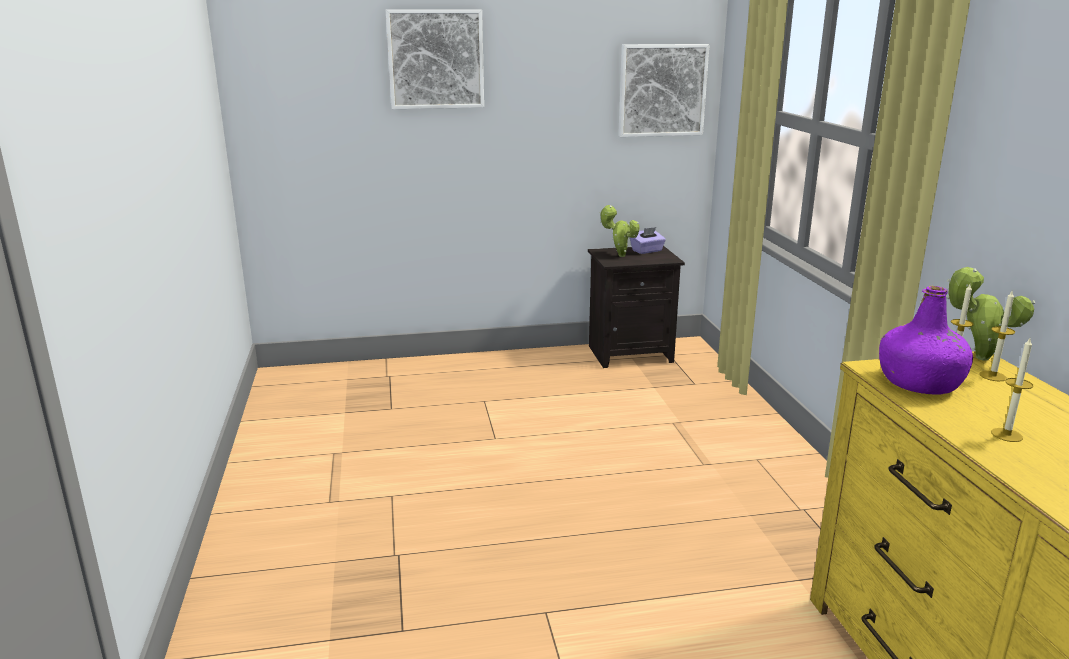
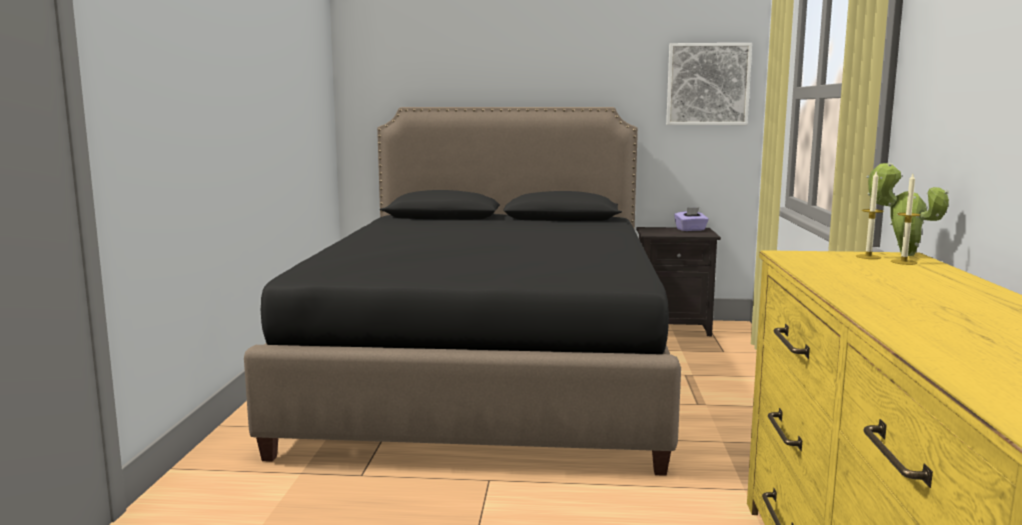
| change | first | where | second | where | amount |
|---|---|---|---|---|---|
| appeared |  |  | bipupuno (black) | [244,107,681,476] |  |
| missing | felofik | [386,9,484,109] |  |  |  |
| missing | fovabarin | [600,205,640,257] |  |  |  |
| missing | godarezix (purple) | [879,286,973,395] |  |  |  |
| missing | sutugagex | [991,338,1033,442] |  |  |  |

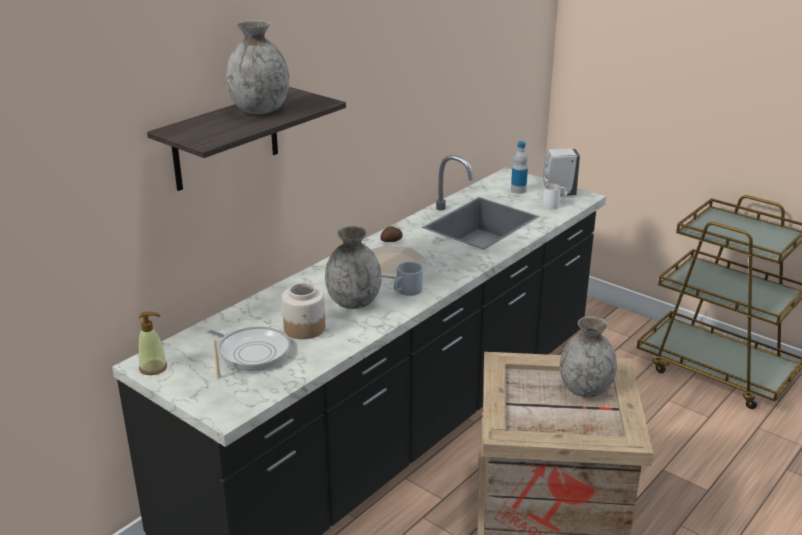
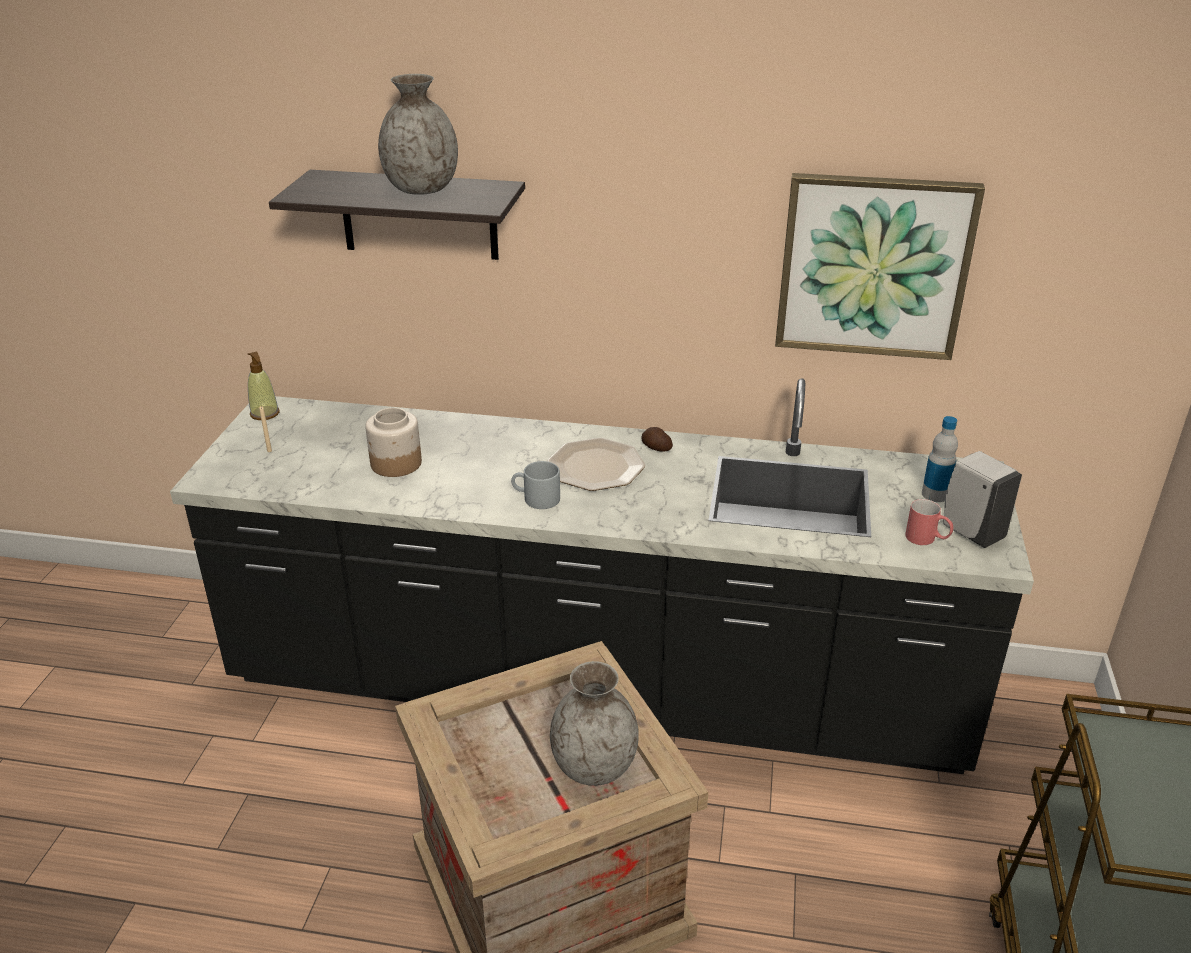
| change | first | where | second | where | amount |
|---|---|---|---|---|---|
| appeared |  |  | felofik | [775,173,985,360] |  |
| colour | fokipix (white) | [542,184,567,209] | fokipix (red) | [905,499,954,545] |  |
| missing | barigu | [197,322,290,371] |  |  |  |
| missing | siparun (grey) | [325,226,382,309] |  |  |  |

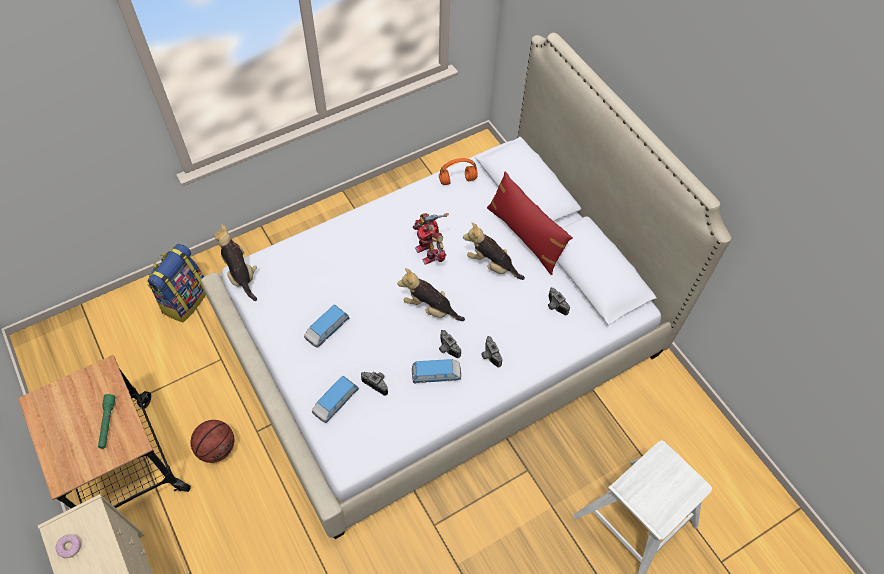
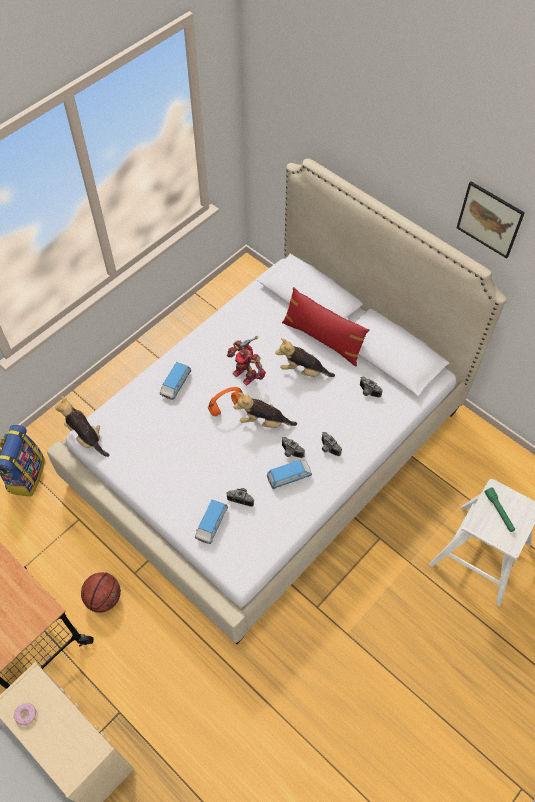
| change | first | where | second | where | amount |
|---|---|---|---|---|---|
| relocated | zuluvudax | [304,304,349,348] |  | [160,362,191,400] |  |
| relocated | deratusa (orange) | [439,158,478,185] |  | [208,387,243,416] |  |
| appeared |  |  | felofik | [457,182,525,259] |  |
| relocated | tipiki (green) | [98,394,115,449] |  | [485,487,515,532] |  |

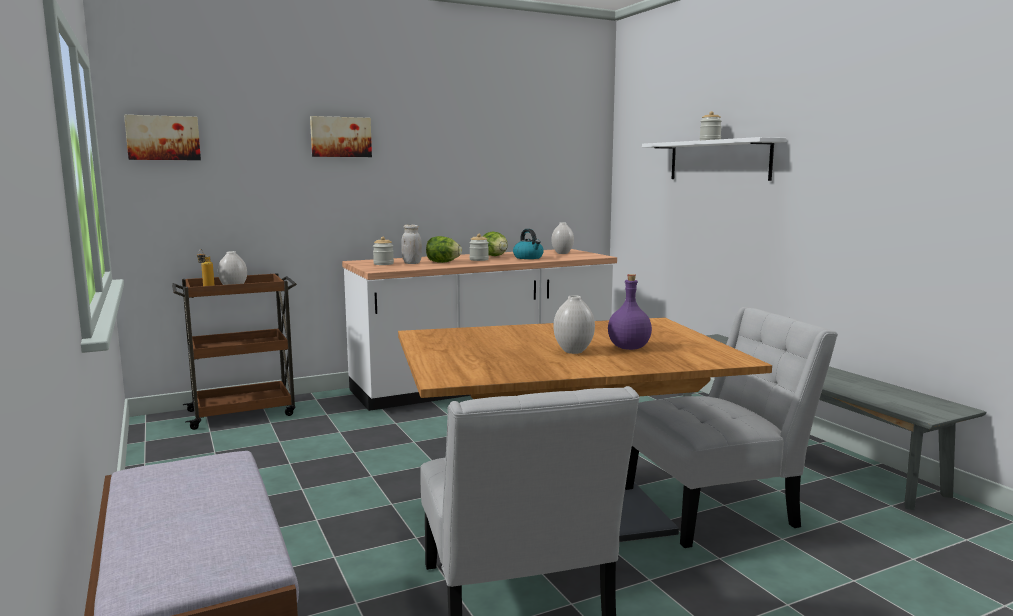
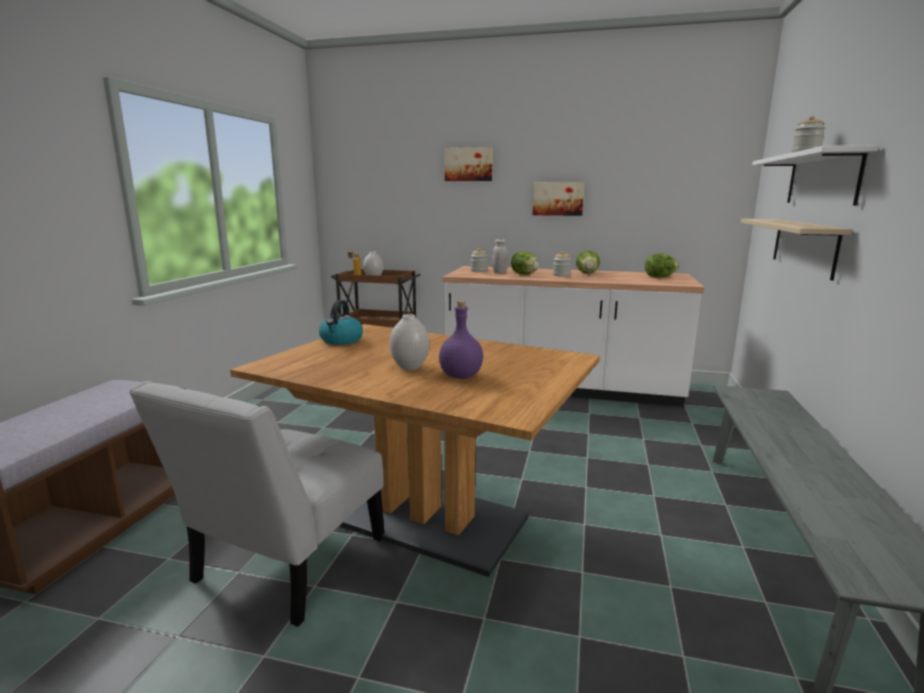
| change | first | where | second | where | amount |
|---|---|---|---|---|---|
| relocated | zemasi | [513,229,544,259] |  | [319,300,363,345] |  |
| relocated | felofik | [124,115,201,160] |  | [533,182,584,216] |  |
| exchanged | siparun (white) | [551,222,574,254] | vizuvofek | [645,254,679,278] |  |
| appeared |  |  | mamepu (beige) | [741,219,852,281] |  |
| missing | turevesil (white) | [625,307,838,548] |  |  |  |

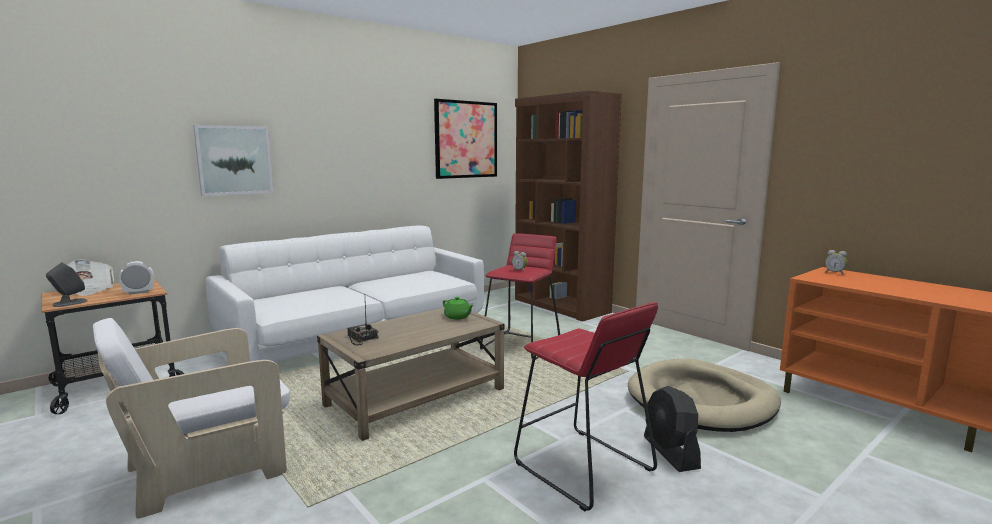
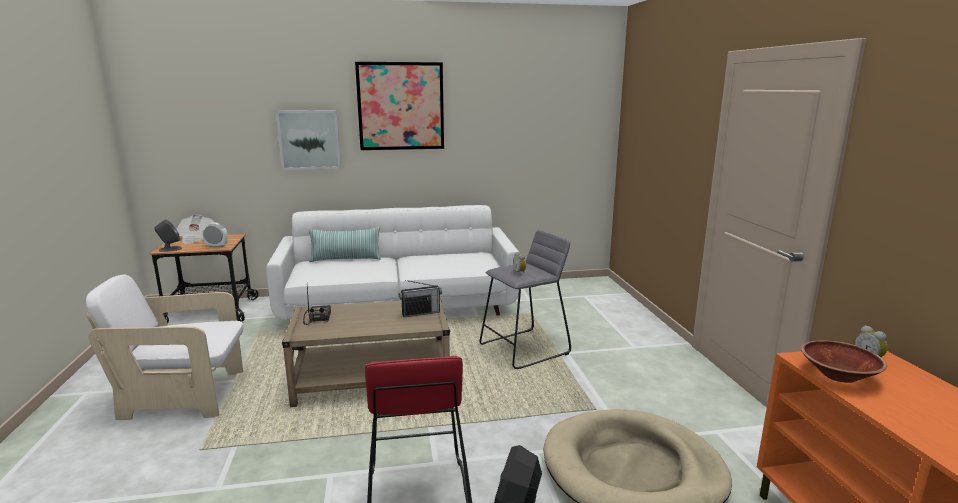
| change | first | where | second | where | amount |
|---|---|---|---|---|---|
| appeared |  |  | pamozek | [308,227,381,262] |  |
| relocated | felofik | [434,99,497,179] |  | [355,62,444,150] |  |
| exchanged | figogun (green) | [443,297,474,320] | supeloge | [399,280,442,317] |  |
| colour | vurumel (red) | [480,233,560,360] | vurumel (grey) | [479,230,571,369] |  |
| appeared |  |  | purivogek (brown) | [801,340,887,383] |  |
| missing | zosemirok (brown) | [515,90,622,322] |  |  |  |

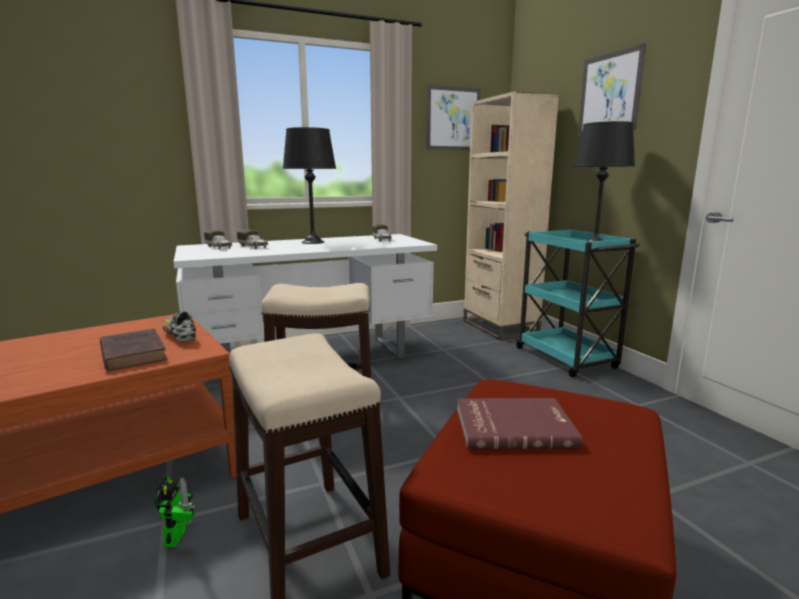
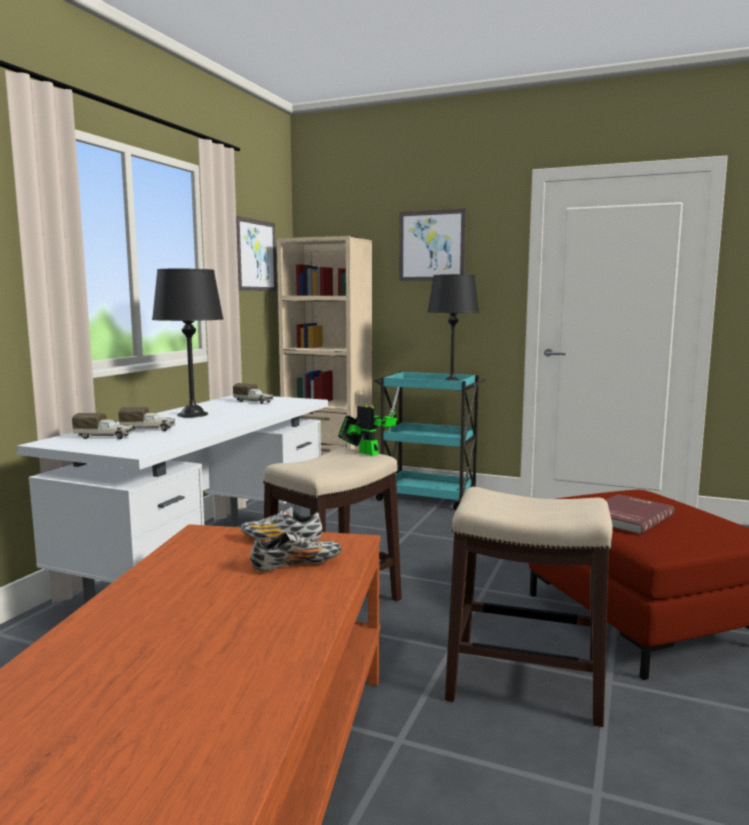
| change | first | where | second | where | amount |
|---|---|---|---|---|---|
| exchanged | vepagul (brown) | [100,329,168,371] | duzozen | [250,532,342,571] |  |
| relocated | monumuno | [154,477,194,547] |  | [338,386,400,456] |  |

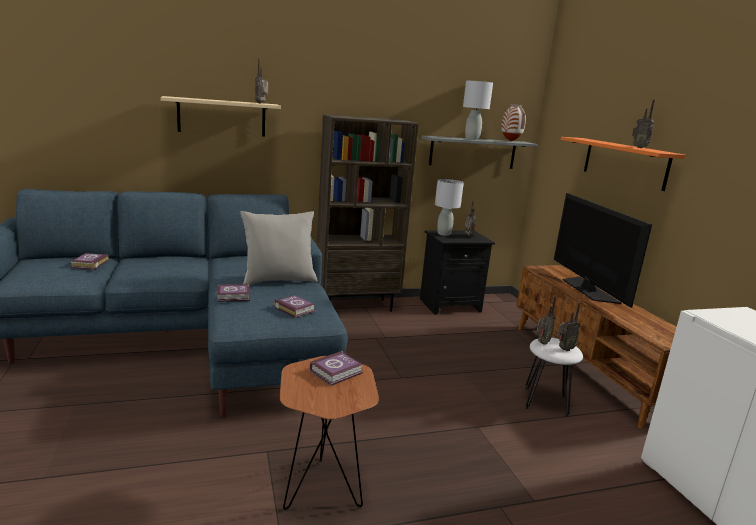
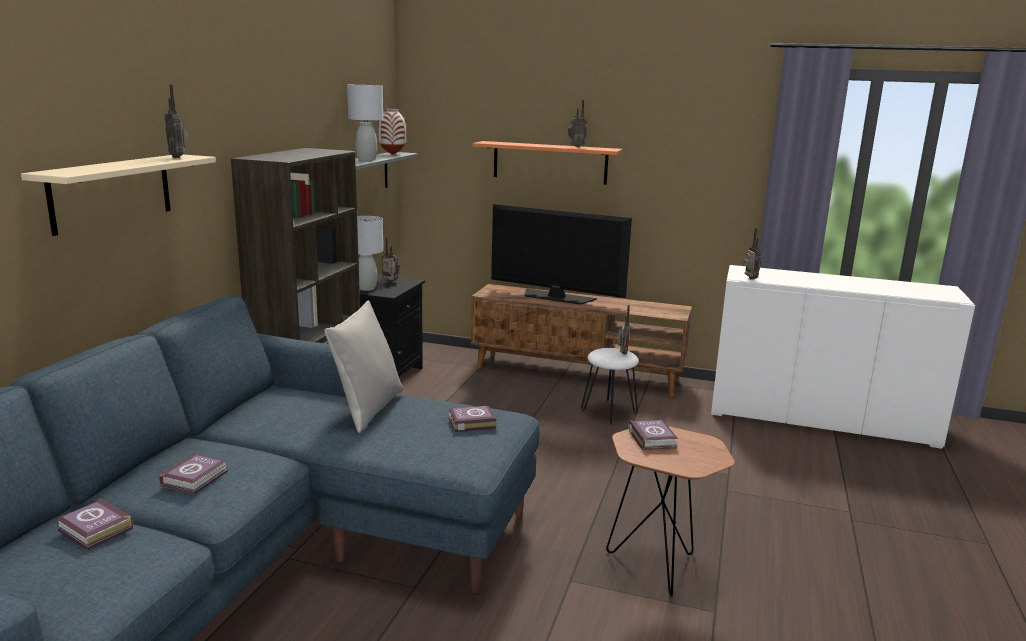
| change | first | where | second | where | amount |
|---|---|---|---|---|---|
| relocated | vepagul | [217,284,250,302] |  | [159,453,228,494] |  |
| relocated | supeloge | [536,296,556,345] |  | [744,228,762,279] |  |

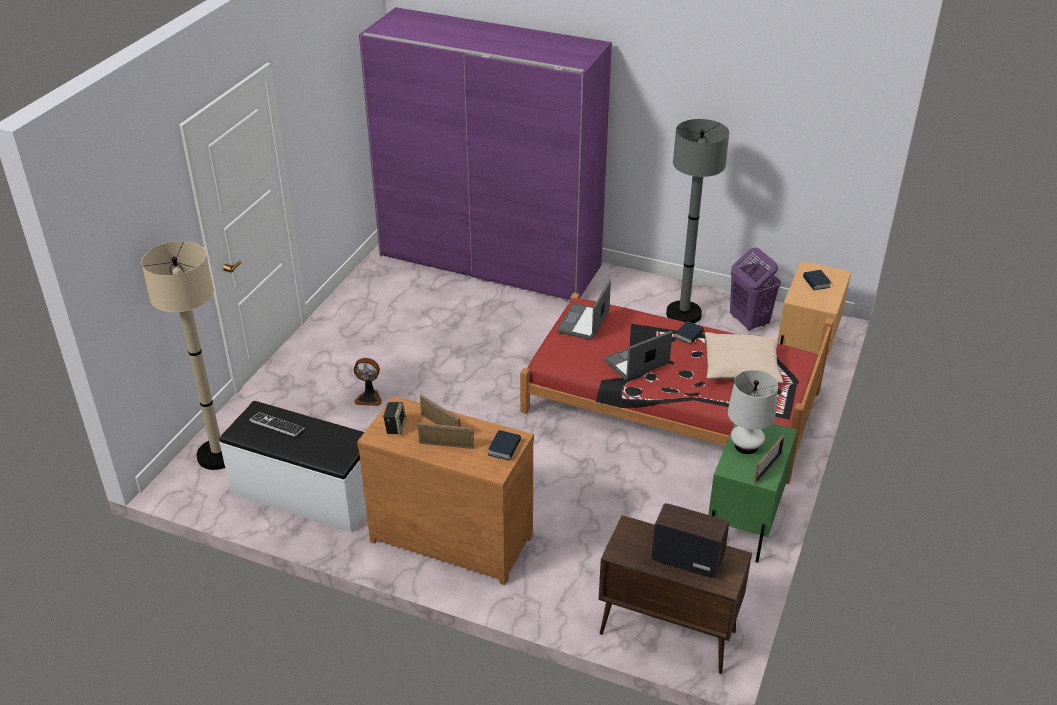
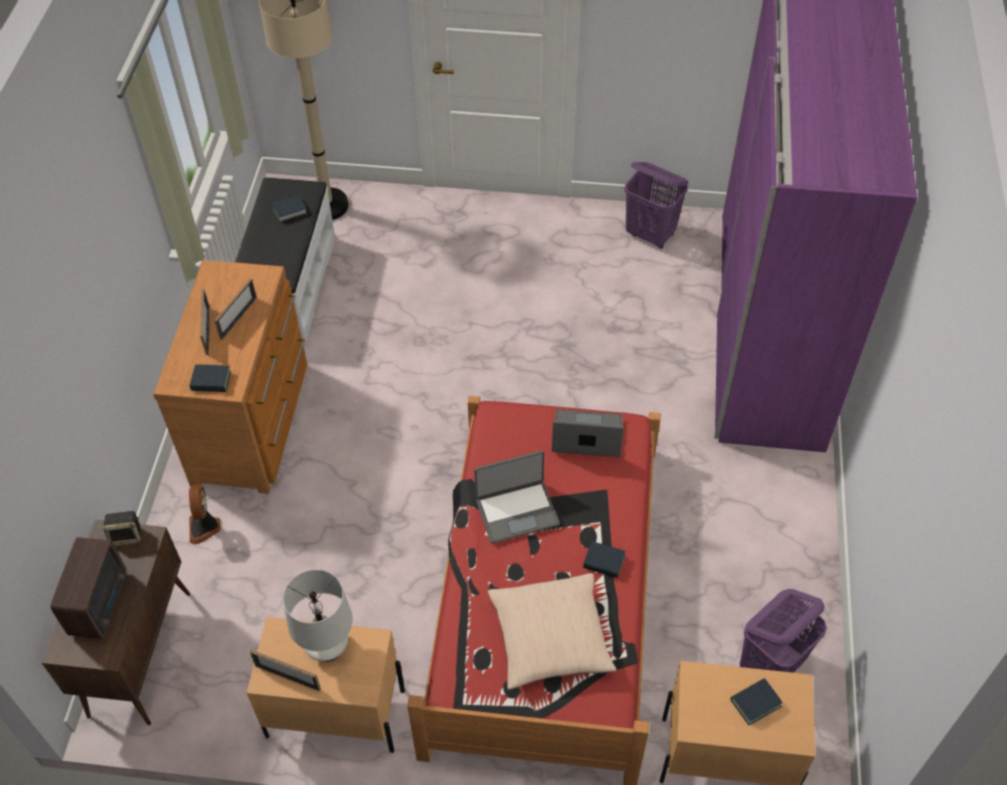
| change | first | where | second | where | amount |
|---|---|---|---|---|---|
| relocated | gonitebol | [383,402,406,435] |  | [103,511,141,546] |  |
| relocated | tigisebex | [354,358,382,406] |  | [189,485,220,544] |  |
| colour | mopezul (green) | [708,424,797,563] | mopezul (beige) | [247,617,405,753] |  |
| exchanged | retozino | [249,412,305,437] | vepagul | [271,195,308,222] |  |
| spun | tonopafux | [604,331,672,380] |  | [474,450,559,543] | 120 degrees clockwise |
| appeared |  |  | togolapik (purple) | [624,162,688,249] |  |
| missing | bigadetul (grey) | [666,119,729,323] |  |  |  |

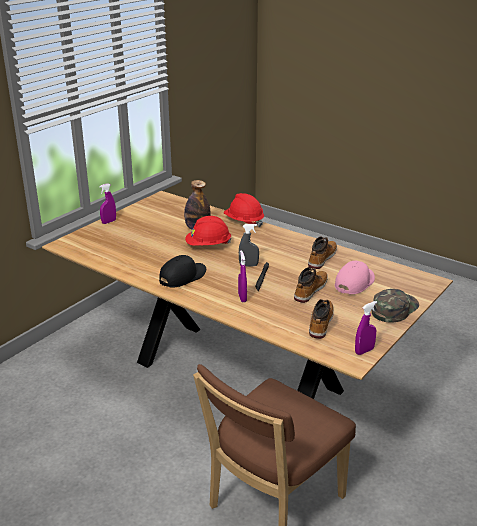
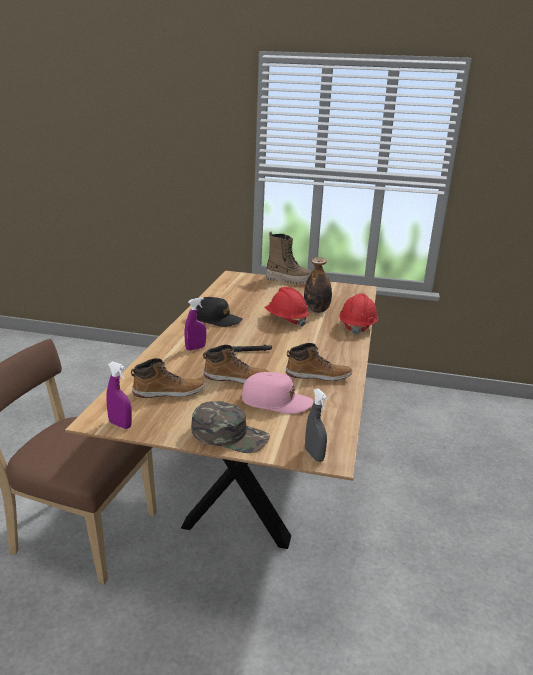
| change | first | where | second | where | amount |
|---|---|---|---|---|---|
| exchanged | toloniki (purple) | [99,183,116,224] | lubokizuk | [266,231,313,284] |  |
| relocated | toloniki (grey) | [239,224,259,266] |  | [305,388,328,462] |  |

